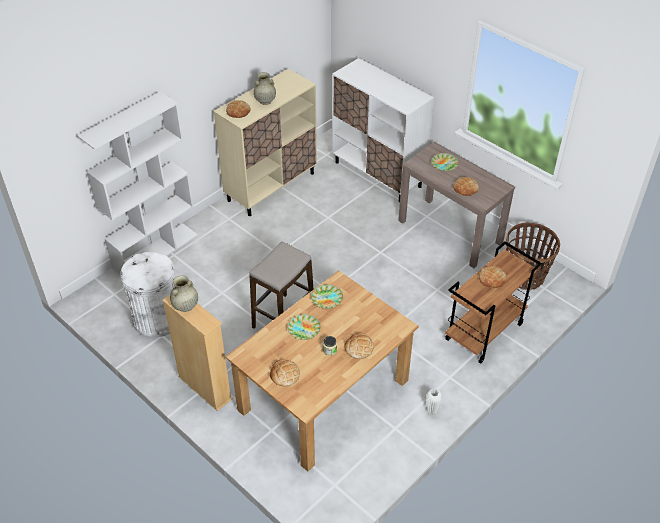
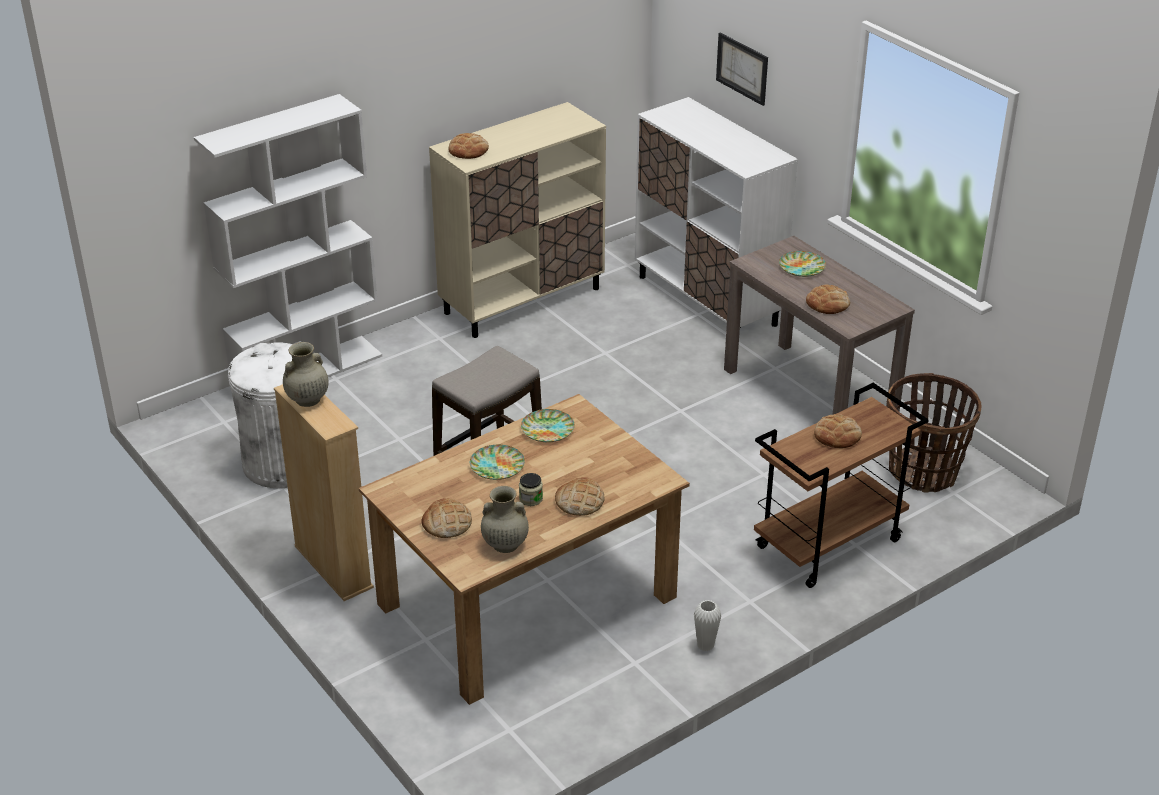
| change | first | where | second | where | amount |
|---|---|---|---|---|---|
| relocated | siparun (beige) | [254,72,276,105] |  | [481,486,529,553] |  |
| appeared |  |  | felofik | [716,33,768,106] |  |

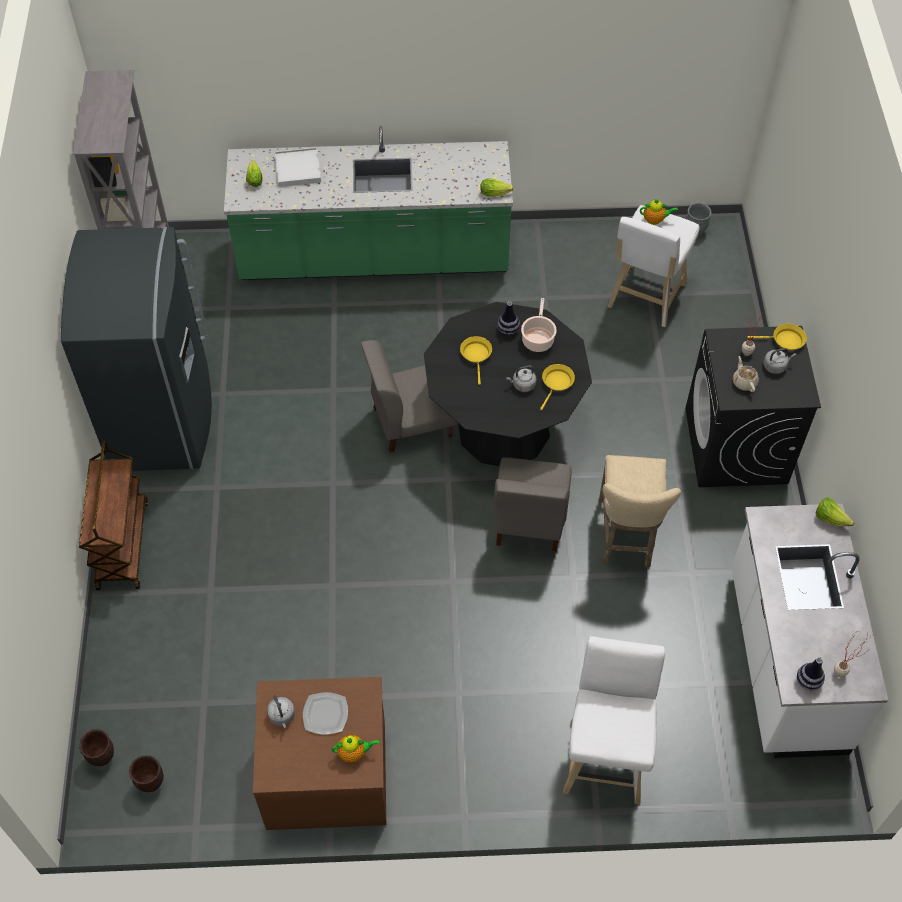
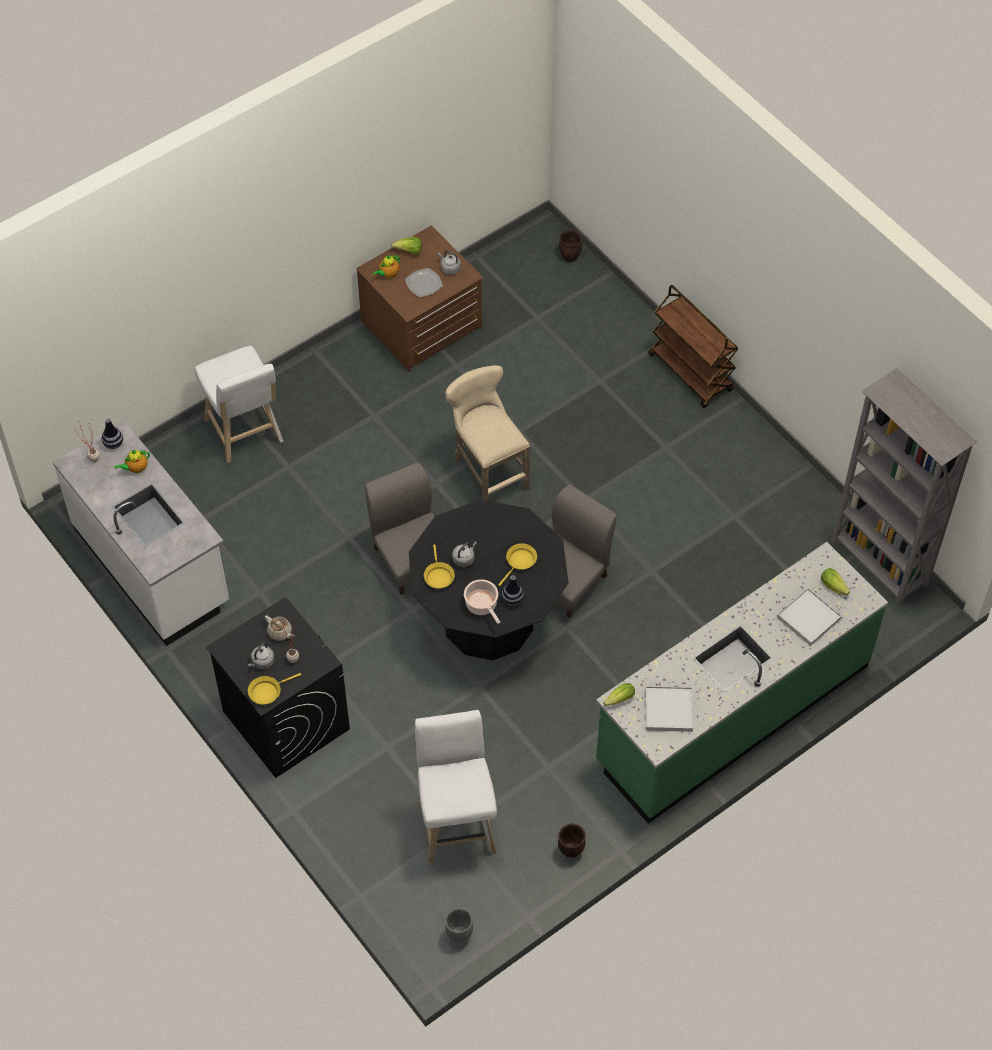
| change | first | where | second | where | amount |
|---|---|---|---|---|---|
| relocated | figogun | [640,199,678,225] |  | [114,450,150,473] |  |
| relocated | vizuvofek | [816,497,855,527] |  | [391,237,421,254] |  |
| relocated | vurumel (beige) | [599,455,681,568] |  | [445,365,530,501] |  |
| spun | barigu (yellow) | [460,336,492,385] |  | [498,543,537,586] | 105 degrees counterclockwise |
| relocated | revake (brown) | [129,755,164,792] |  | [558,823,586,858] |  |
| appeared |  |  | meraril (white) | [646,686,693,732] |  |
| missing | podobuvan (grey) | [61,227,212,471] |  |  |  |

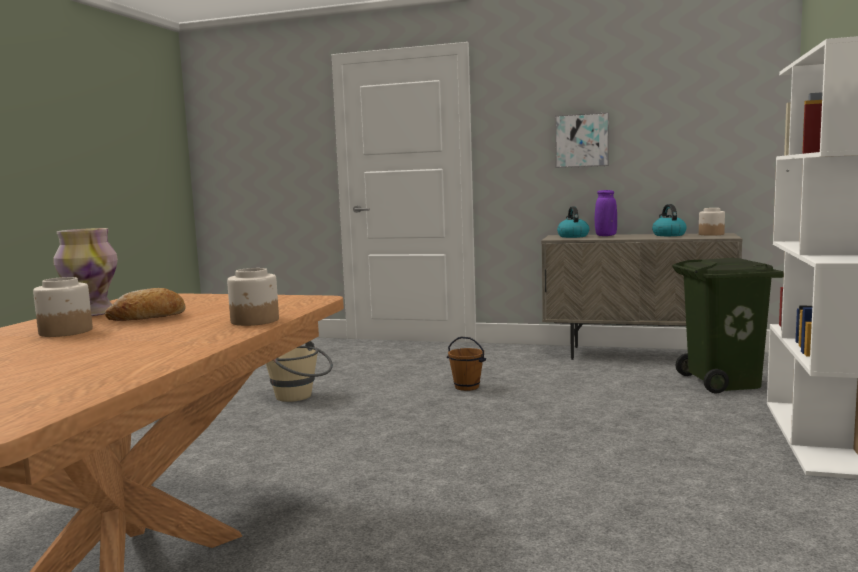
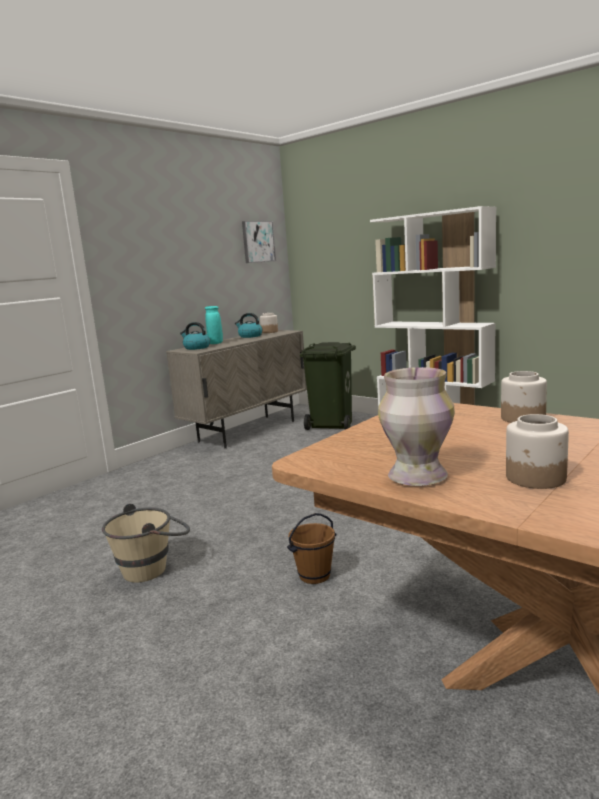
| change | first | where | second | where | amount |
|---|---|---|---|---|---|
| colour | siparun (purple) | [595,190,617,236] | siparun (turquoise) | [205,306,223,344] |  |
| relocated | felofik | [555,112,609,168] |  | [242,221,276,263] |  |
| relocated | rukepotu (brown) | [447,336,486,391] |  | [287,513,336,584] |  |
| missing | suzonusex | [105,288,185,321] |  |  |  |

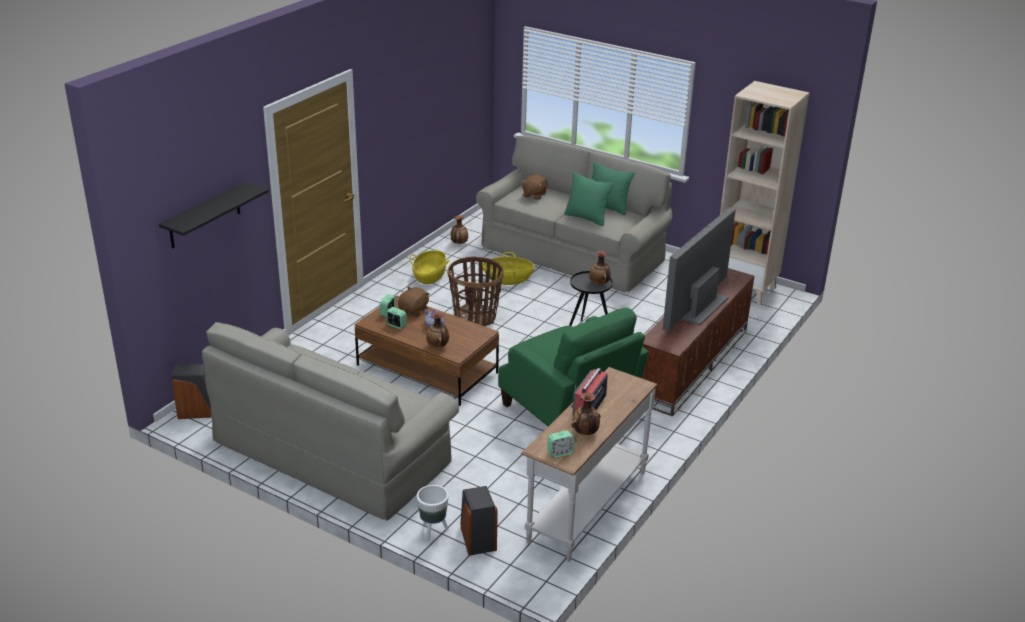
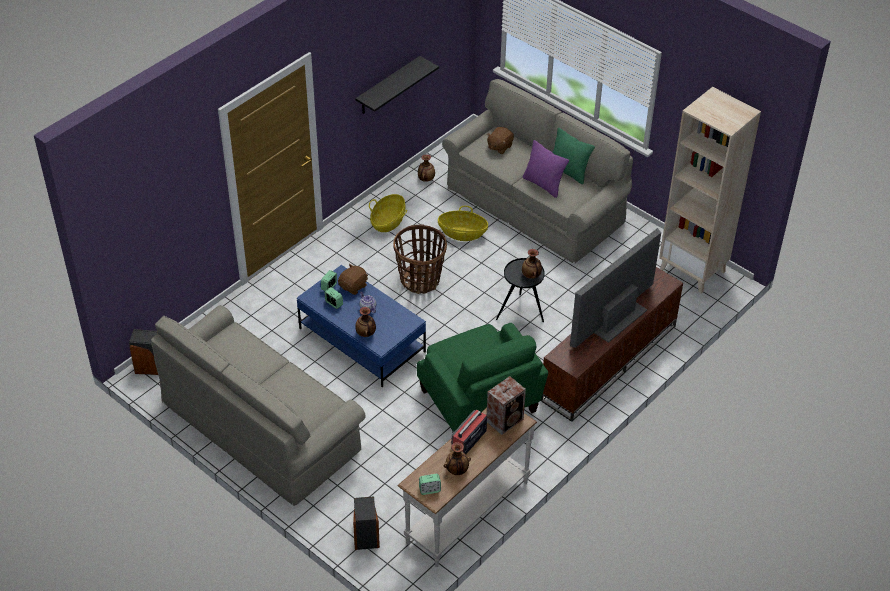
| change | first | where | second | where | amount |
|---|---|---|---|---|---|
| colour | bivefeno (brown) | [354,295,499,406] | bivefeno (blue) | [297,265,426,387] |  |
| relocated | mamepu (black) | [159,182,269,248] |  | [355,56,439,114] |  |
| appeared |  |  | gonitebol | [487,376,526,435] |  |
| colour | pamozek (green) | [564,172,613,226] | pamozek (purple) | [523,140,569,198] |  |
| missing | revake (white) | [417,485,449,541] |  |  |  |

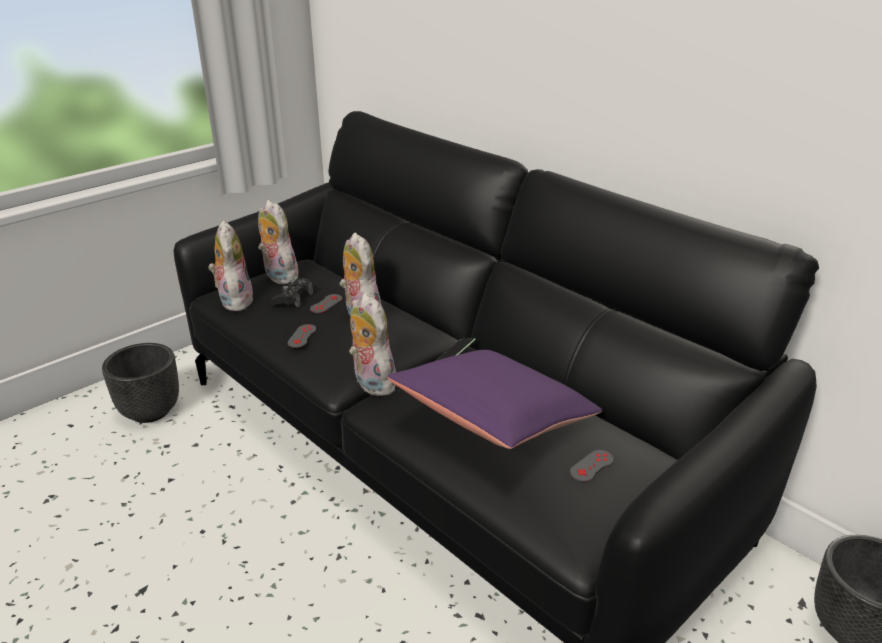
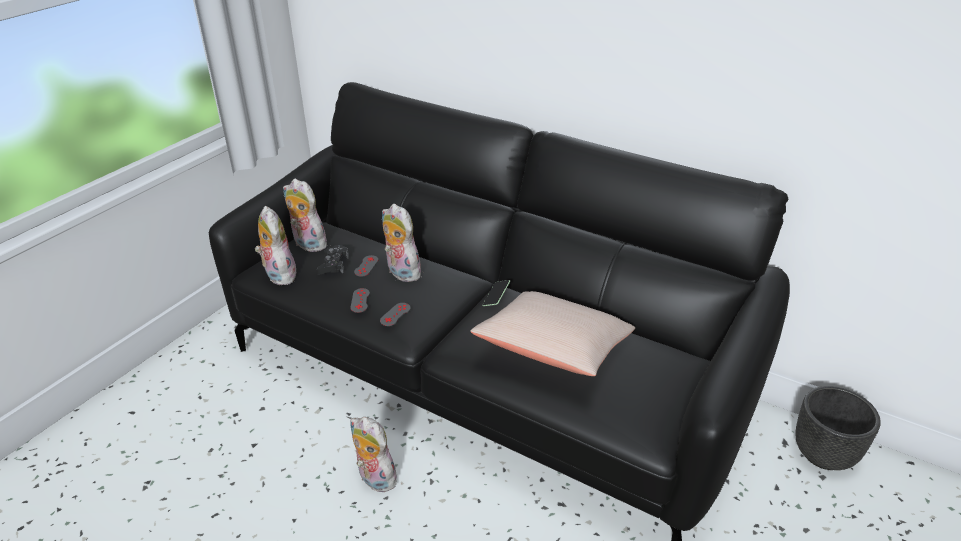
| change | first | where | second | where | amount |
|---|---|---|---|---|---|
| relocated | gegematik | [349,293,396,396] |  | [350,417,397,492] |  |
| relocated | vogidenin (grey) | [570,450,614,482] |  | [380,303,411,326] |  |
| colour | pamozek (purple) | [387,350,602,449] | pamozek (beige) | [470,291,635,376] |  |
| missing | revake (black) | [102,343,179,423] |  |  |  |

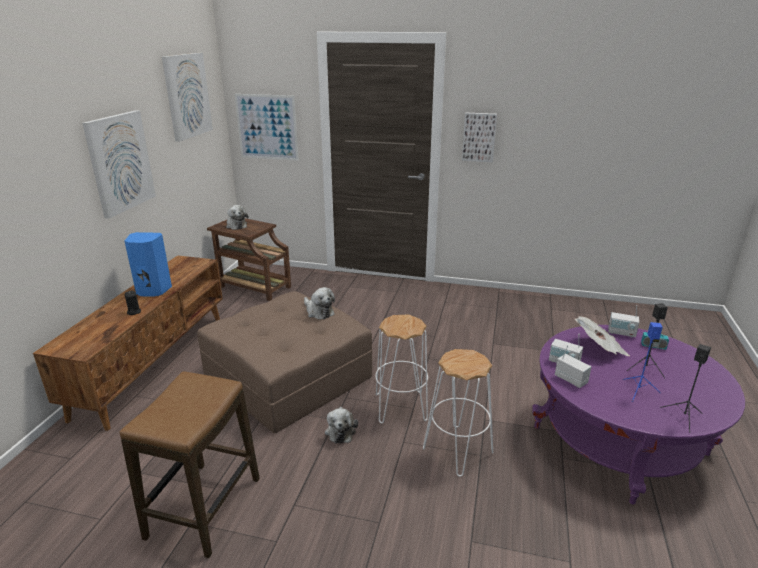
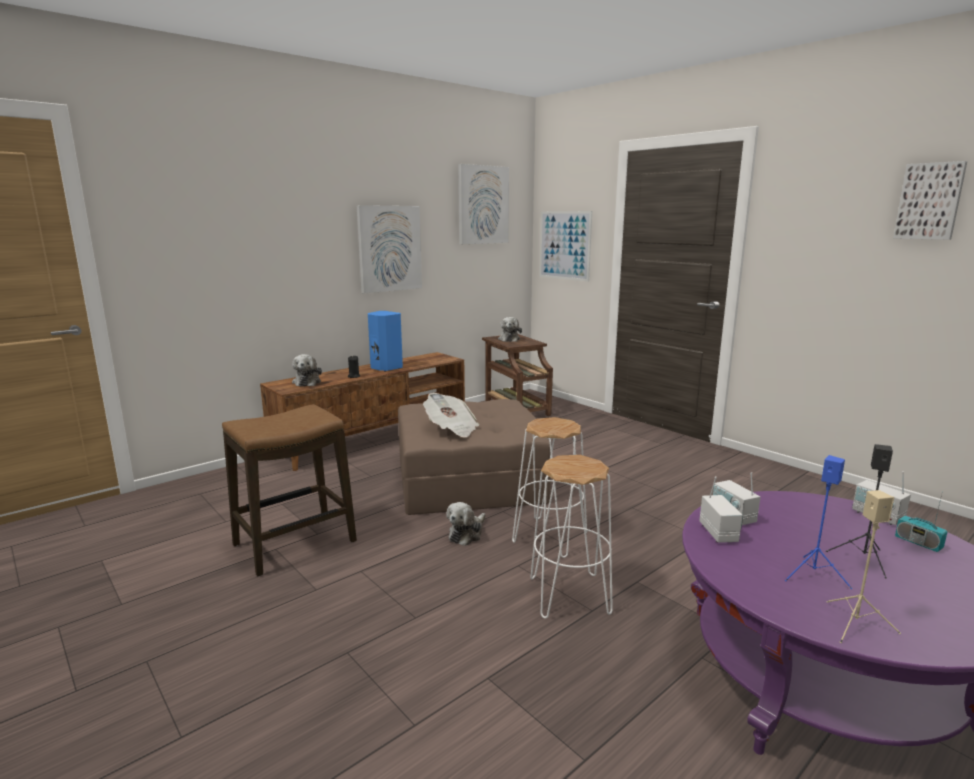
| change | first | where | second | where | amount |
|---|---|---|---|---|---|
| relocated | gegematik | [304,287,335,319] |  | [292,354,322,387] |  |
| relocated | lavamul | [574,316,630,356] |  | [423,393,479,438] |  |
| colour | gonitebol (black) | [660,344,711,432] | gonitebol (beige) | [826,490,901,643] |  |
| relocated | felofik | [462,113,497,162] |  | [893,161,968,240] |  |

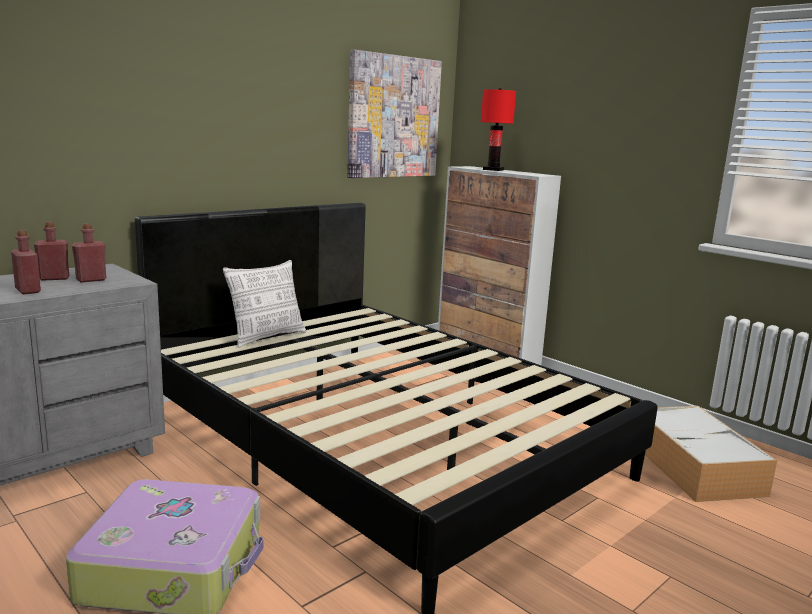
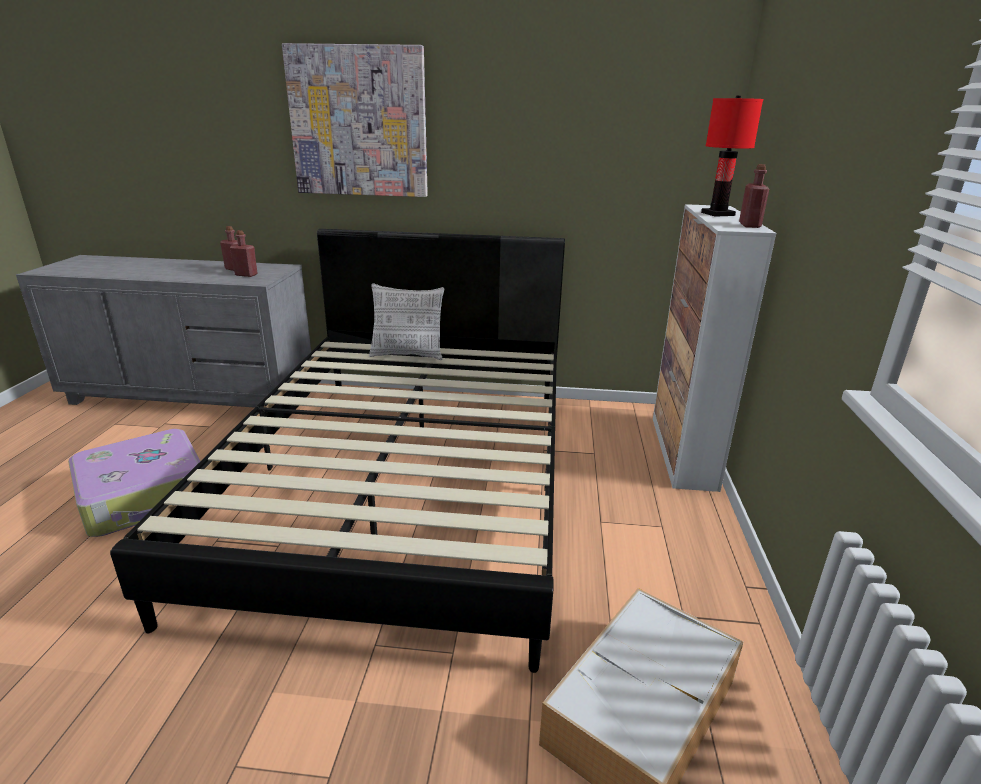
| change | first | where | second | where | amount |
|---|---|---|---|---|---|
| relocated | felofik | [347,50,442,178] |  | [282,43,428,197] |  |
| relocated | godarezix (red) | [11,230,41,294] |  | [739,164,769,228] |  |

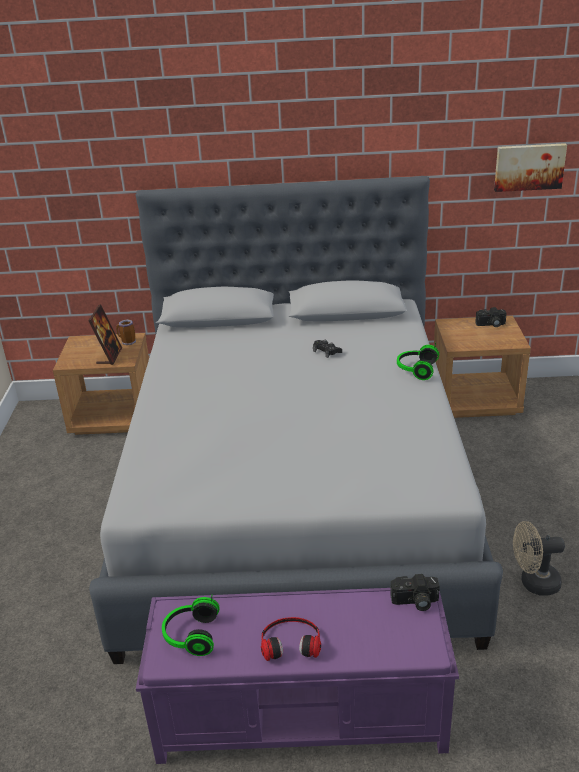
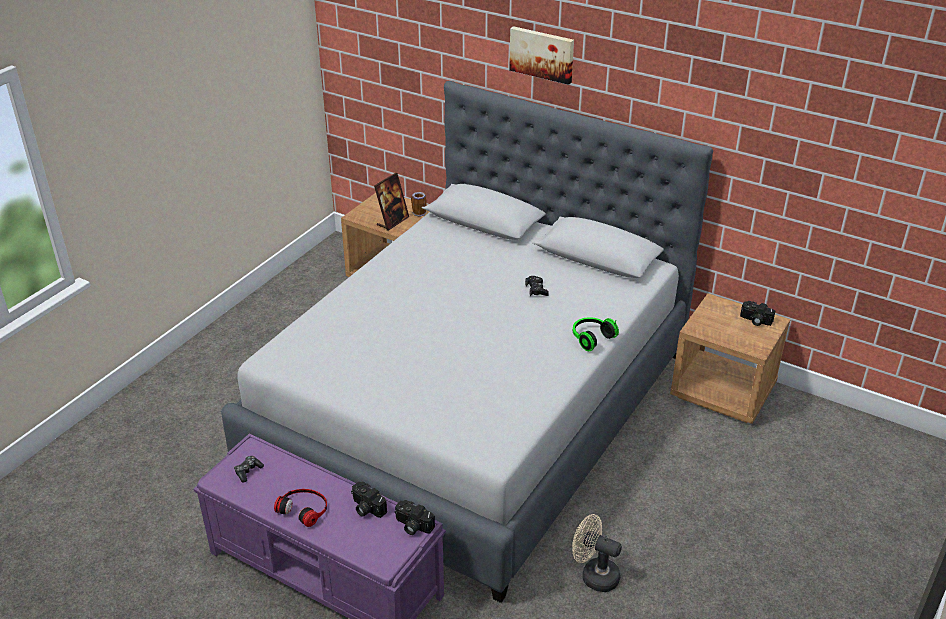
| change | first | where | second | where | amount |
|---|---|---|---|---|---|
| exchanged | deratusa | [162,595,219,656] | vogidenin | [234,456,264,482] |  |
| appeared |  |  | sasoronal | [351,482,387,518] |  |
| relocated | felofik | [494,143,567,192] |  | [509,26,574,85] |  |

